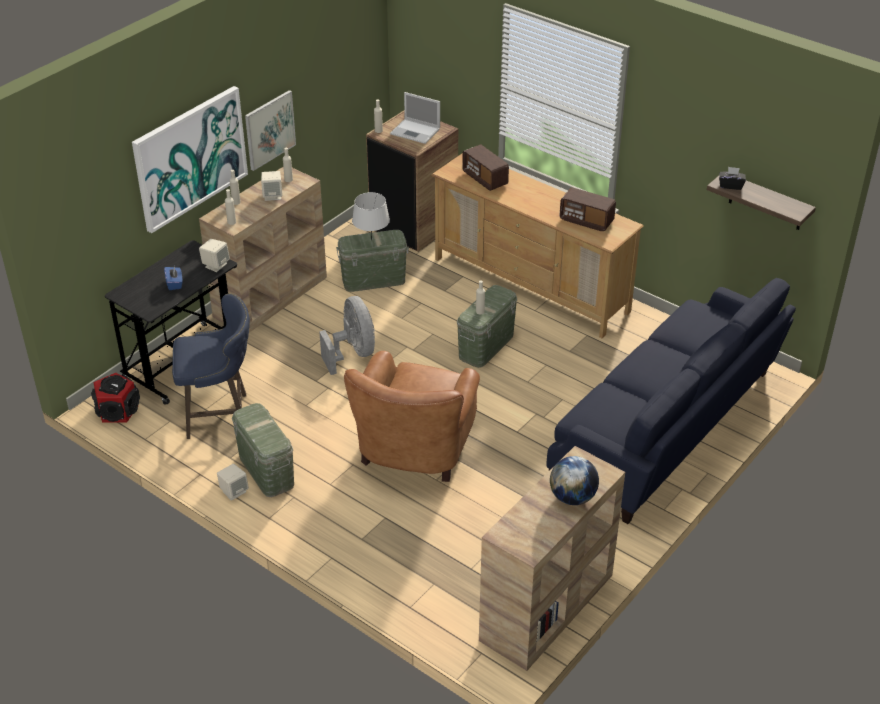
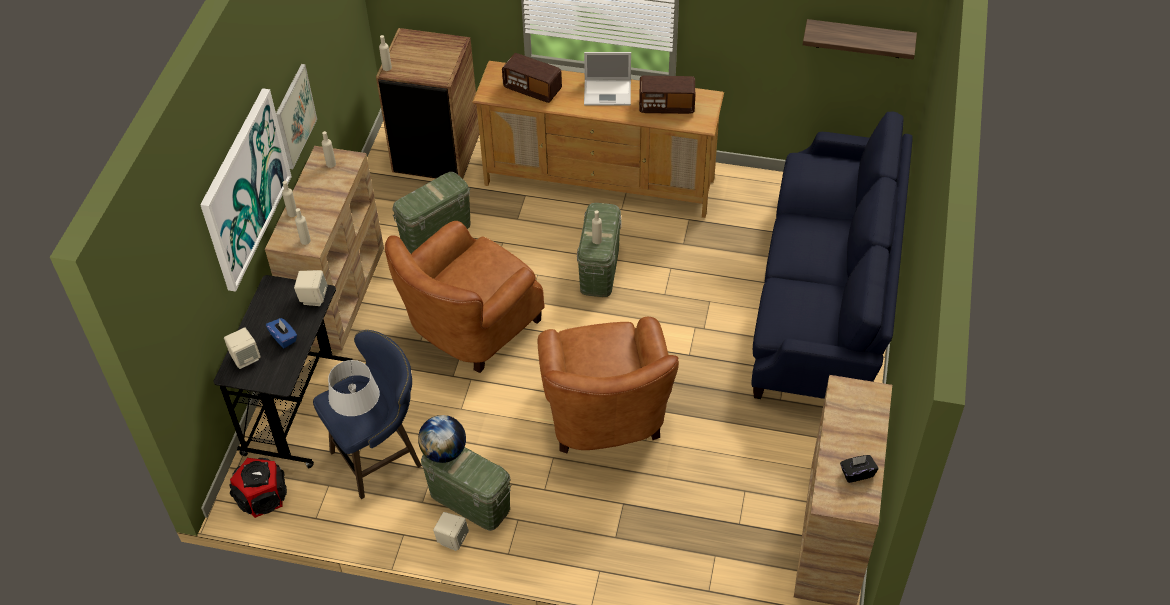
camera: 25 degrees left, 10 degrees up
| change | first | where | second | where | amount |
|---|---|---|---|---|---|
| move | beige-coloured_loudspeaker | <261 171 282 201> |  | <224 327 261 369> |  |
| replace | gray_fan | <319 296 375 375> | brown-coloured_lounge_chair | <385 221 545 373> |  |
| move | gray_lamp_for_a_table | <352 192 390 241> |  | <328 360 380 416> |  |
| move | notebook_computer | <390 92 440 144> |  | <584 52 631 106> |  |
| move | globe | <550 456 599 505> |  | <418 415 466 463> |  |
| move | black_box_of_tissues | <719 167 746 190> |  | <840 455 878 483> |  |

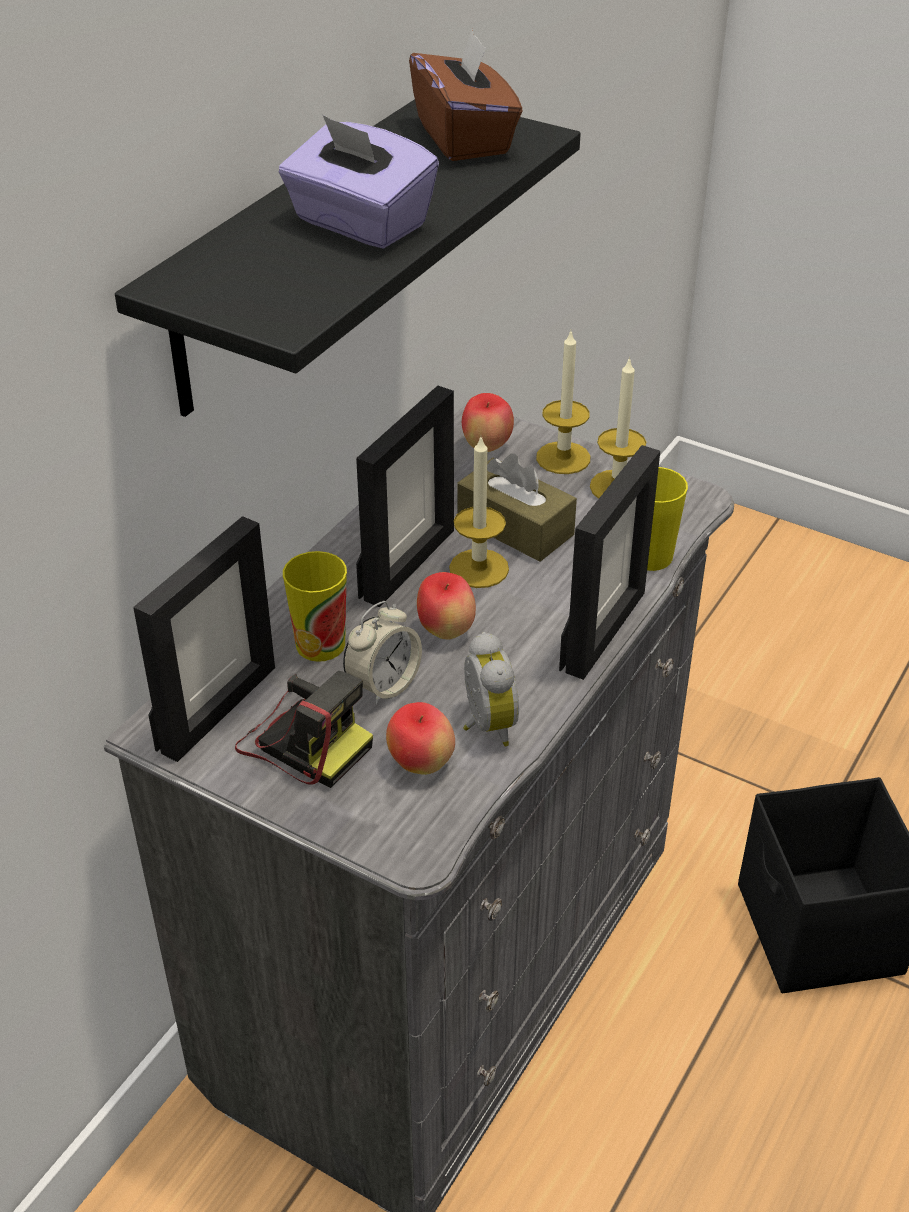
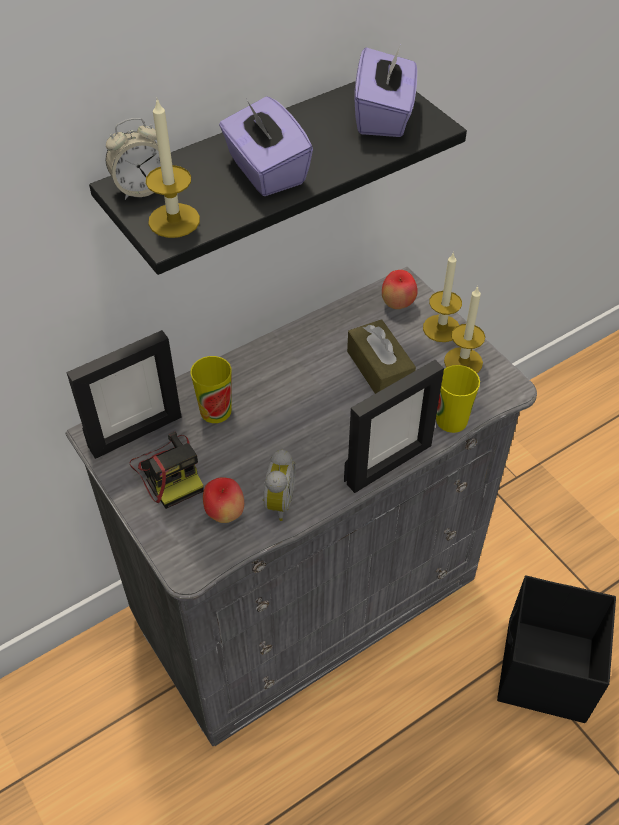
camera: 25 degrees right, 10 degrees up
| change | first | where | second | where | amount |
|---|---|---|---|---|---|
| move | table_clock | <343 601 422 705> |  | <106 118 161 200> |  |
| delete | photo_frame | <356 386 454 607> |  |  |  |
| recolor | brown-coloured_box_of_tissues | <409 30 522 161> | purple_box_of_tissues | <355 47 417 137> |  |
| delete | apple | <417 572 476 640> |  |  |  |
| move | wax_light | <449 437 509 588> |  | <146 99 200 238> |  |

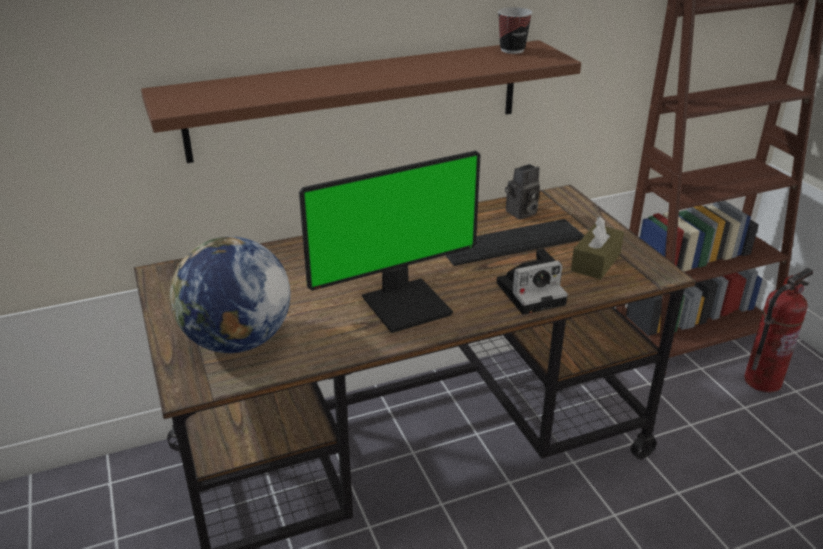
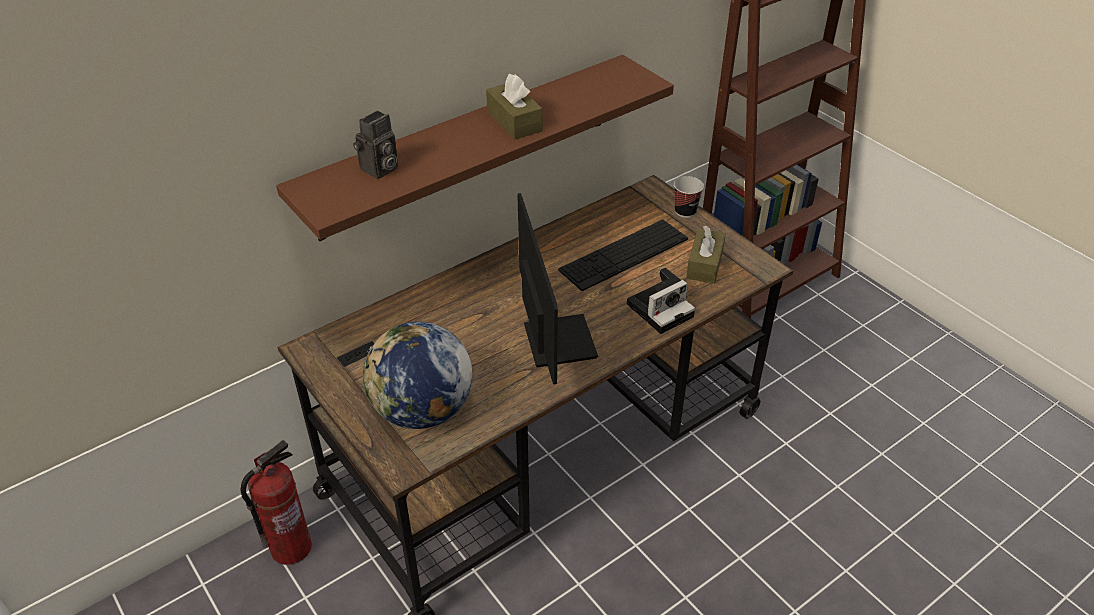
camera: 15 degrees left, 10 degrees up
| change | first | where | second | where | amount |
|---|---|---|---|---|---|
| rotate | computer_display | <299 151 480 333> |  | <517 193 598 384> | 60 degrees counterclockwise |
| move | drinking_cup | <498 7 533 54> |  | <674 176 704 218> |  |
| move | photo_camera | <505 164 540 219> |  | <353 111 398 179> |  |
| move | extinguisher | <744 268 814 393> |  | <241 440 312 565> |  |
| insert |  |  | brown-coloured_box_of_tissues | <486 74 543 140> |  |

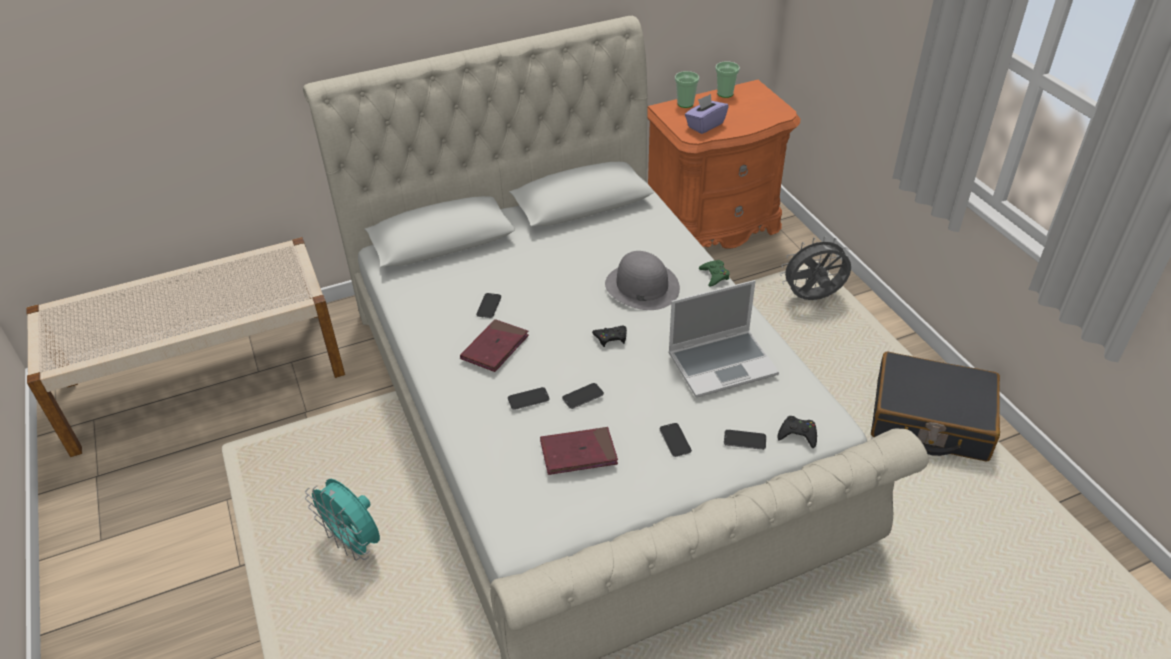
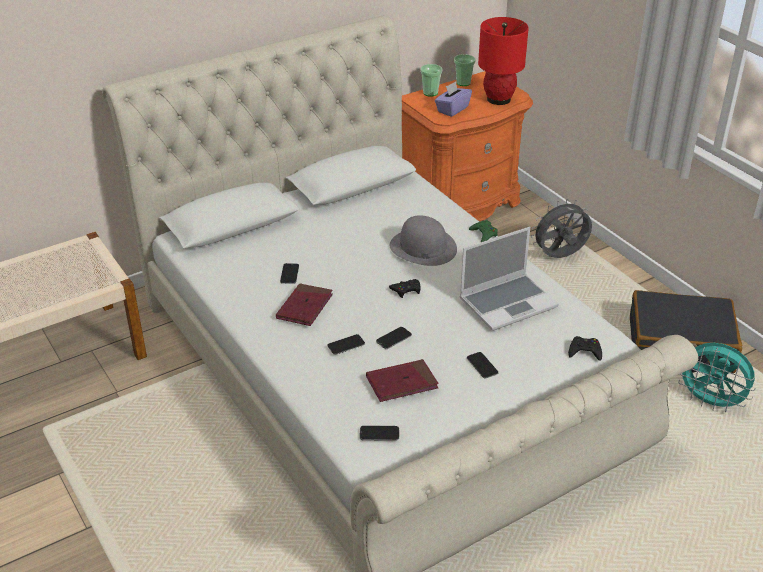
camera: 10 degrees left, 5 degrees down
| change | first | where | second | where | amount |
|---|---|---|---|---|---|
| move | turquoise-coloured_fan | <305 479 380 561> |  | <678 343 756 412> |  |
| move | telephone | <724 430 766 450> |  | <360 426 399 441> |  |
| insert |  |  | red-coloured_lamp_for_a_table | <478 17 529 105> |  |

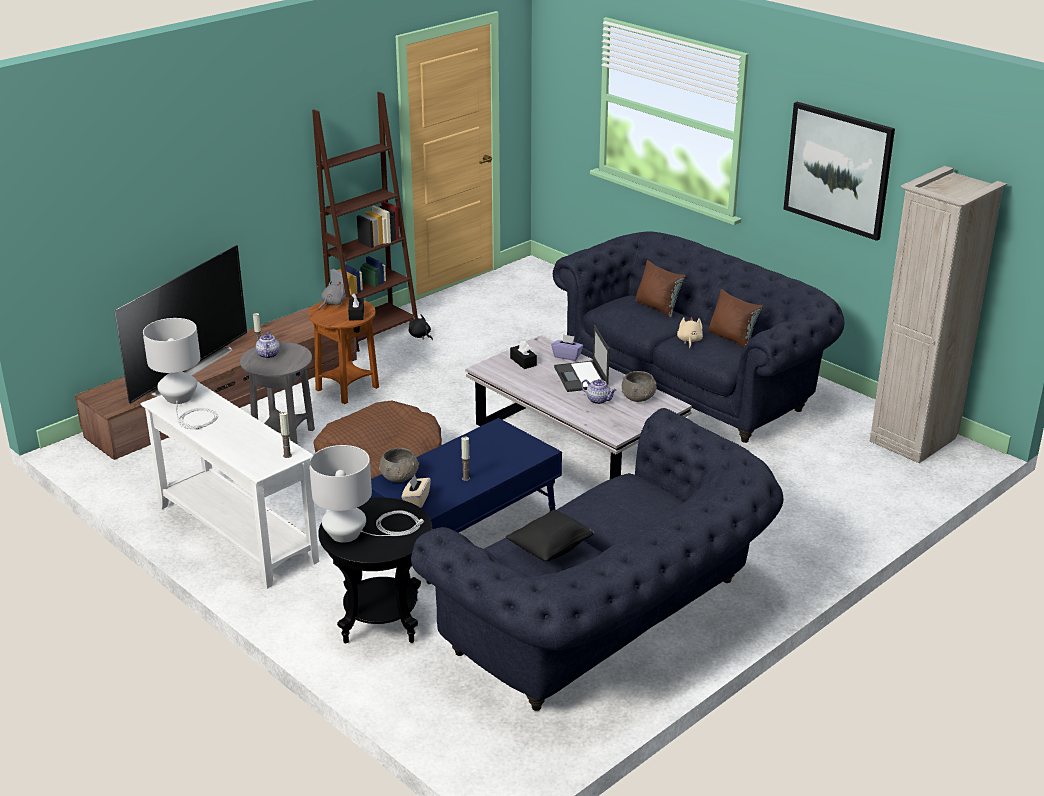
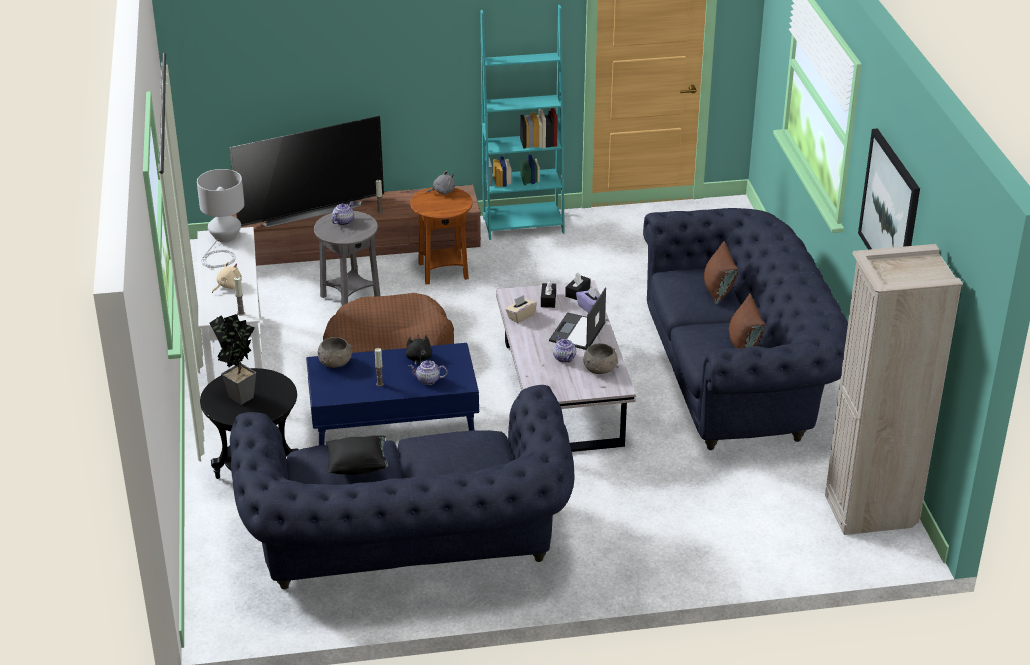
camera: 35 degrees right, 5 degrees up
| change | first | where | second | where | amount |
|---|---|---|---|---|---|
| replace | white-coloured_lamp_for_a_table | <309 445 424 543> | plant_in_a_pot | <209 314 256 405> |  |
| recolor | brown-coloured_shelving_unit | <312 92 418 352> | turquoise-coloured_shelving_unit | <480 5 565 240> |  |
| move | black_box_of_tissues | <348 294 364 321> |  | <565 273 591 300> |  |
| move | beige-coloured_box_of_tissues | <401 475 431 508> |  | <505 295 537 323> |  |
| move | black_cuddly_toy | <409 314 433 341> |  | <406 334 432 365> |  |
| move | beige-coloured_cuddly_toy | <677 317 703 348> |  | <212 262 242 293> |  |
| insert |  |  | teapot | <408 360 447 385> |  |

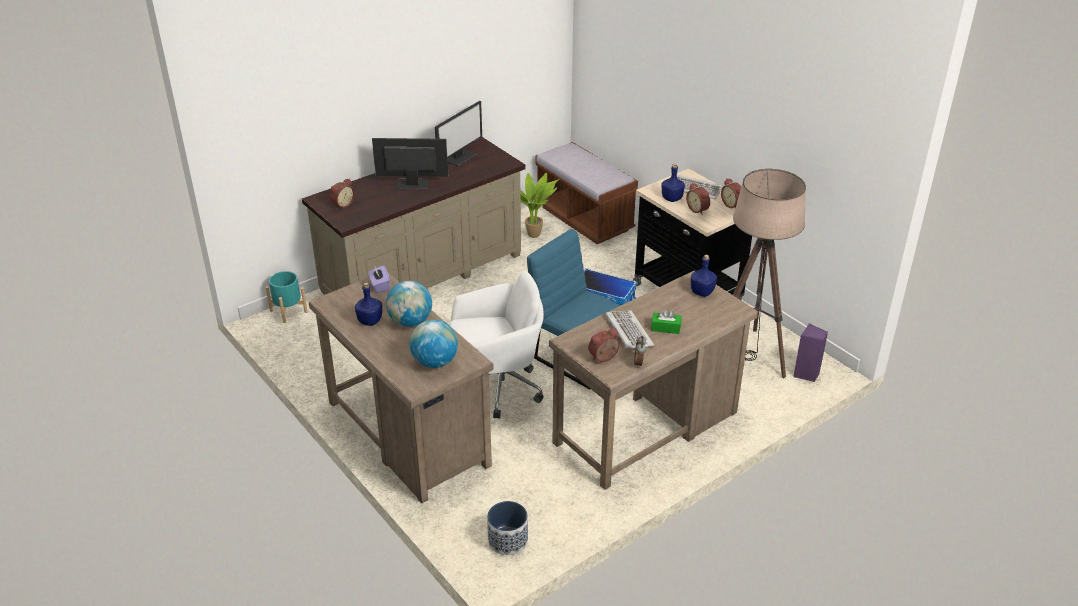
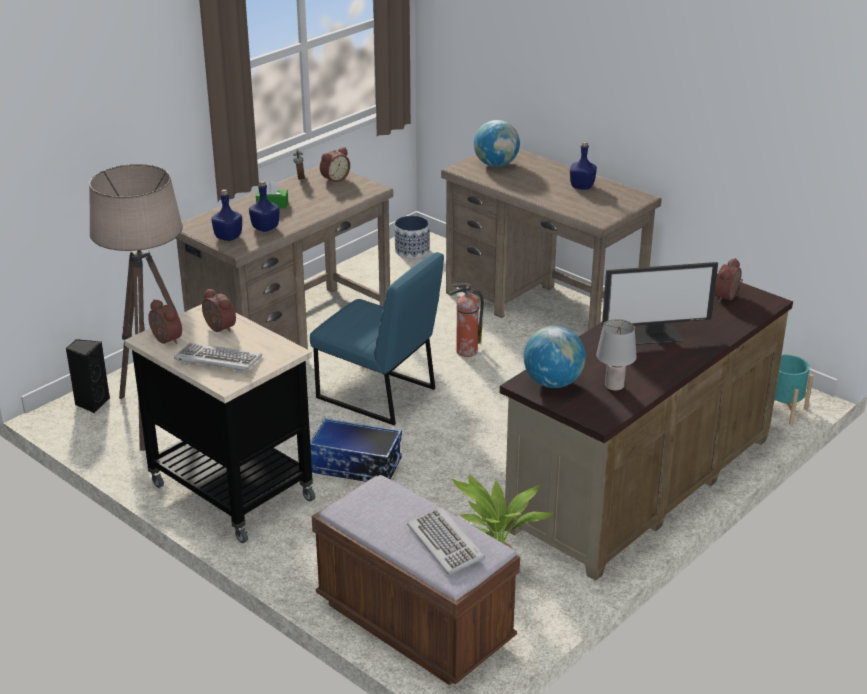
camera: 170 degrees right, 5 degrees down
| change | first | where | second | where | amount |
|---|---|---|---|---|---|
| delete | purple_box_of_tissues | <368 265 390 293> |  |  |  |
| move | globe | <386 281 432 327> |  | <524 326 586 388> |  |
| replace | computer_display | <435 101 482 166> | gray_lamp_for_a_table | <596 319 636 392> |  |
| replace | white-coloured_desk_chair | <450 270 544 419> | extinguisher | <449 283 484 357> |  |
| move | computer_keyboard | <606 310 654 349> |  | <407 507 485 574> |  |
| move | bluish_bottle | <661 164 685 202> |  | <249 181 280 232> |  |
| recolor | purple_loudspeaker | <793 324 828 382> | black_loudspeaker | <66 339 110 413> |  |

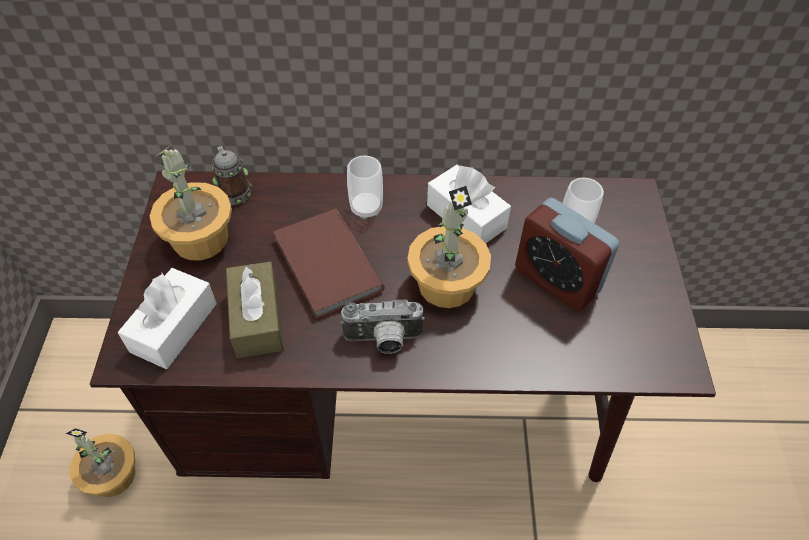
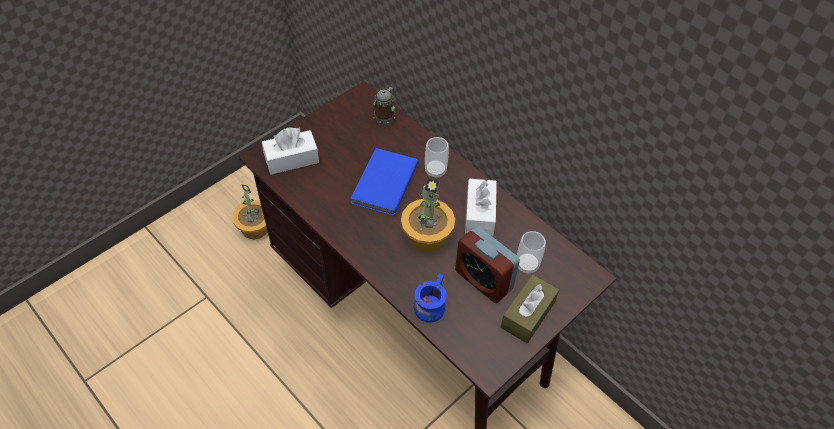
camera: 45 degrees right, 0 degrees up
| change | first | where | second | where | amount |
|---|---|---|---|---|---|
| delete | plant_in_a_pot | <150 145 232 260> |  |  |  |
| move | brown-coloured_box_of_tissues | <226 261 284 358> |  | <501 275 559 343> |  |
| recolor | brown-coloured_volume | <273 209 384 319> | bluish_volume | <350 148 418 216> |  |
| delete | photo_camera | <340 300 425 354> |  |  |  |
| rotate | table_clock | <515 198 619 312> |  | <455 226 520 303> | 45 degrees counterclockwise |
| insert |  |  | bluish_mug | <414 273 447 323> |  |

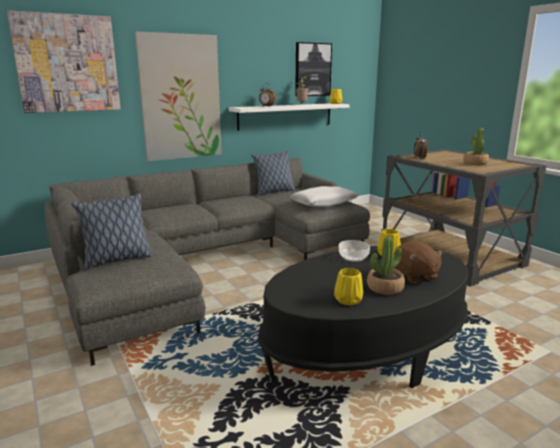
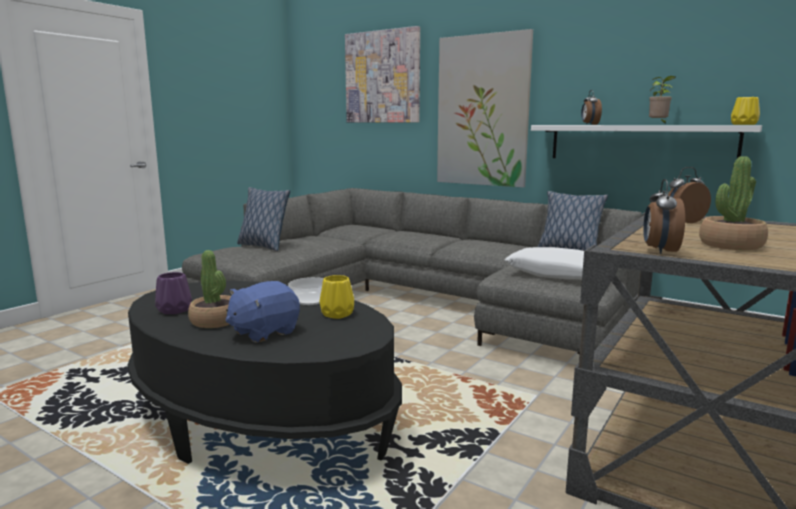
camera: 65 degrees right, 5 degrees down
| change | first | where | second | where | amount |
|---|---|---|---|---|---|
| delete | picture | <295 42 332 96> |  |  |  |
| recolor | yellow-coloured_decorative_vase | <334 268 363 306> | purple_decorative_vase | <155 272 192 314> |  |
| recolor | brown-coloured_cuddly_toy | <394 240 444 283> | bluish_cuddly_toy | <225 281 300 343> |  |
| insert |  |  | table_clock | <643 179 685 254> |  |

